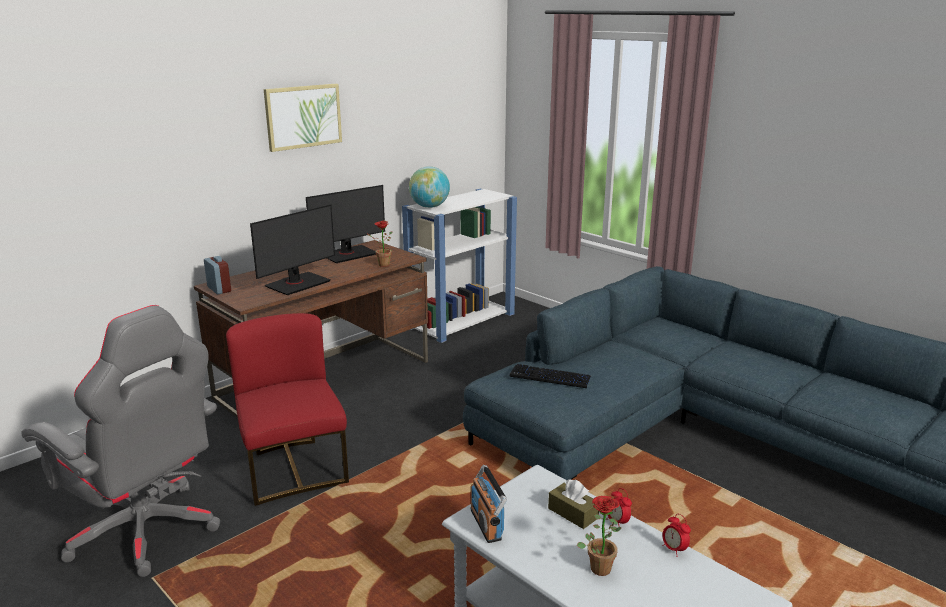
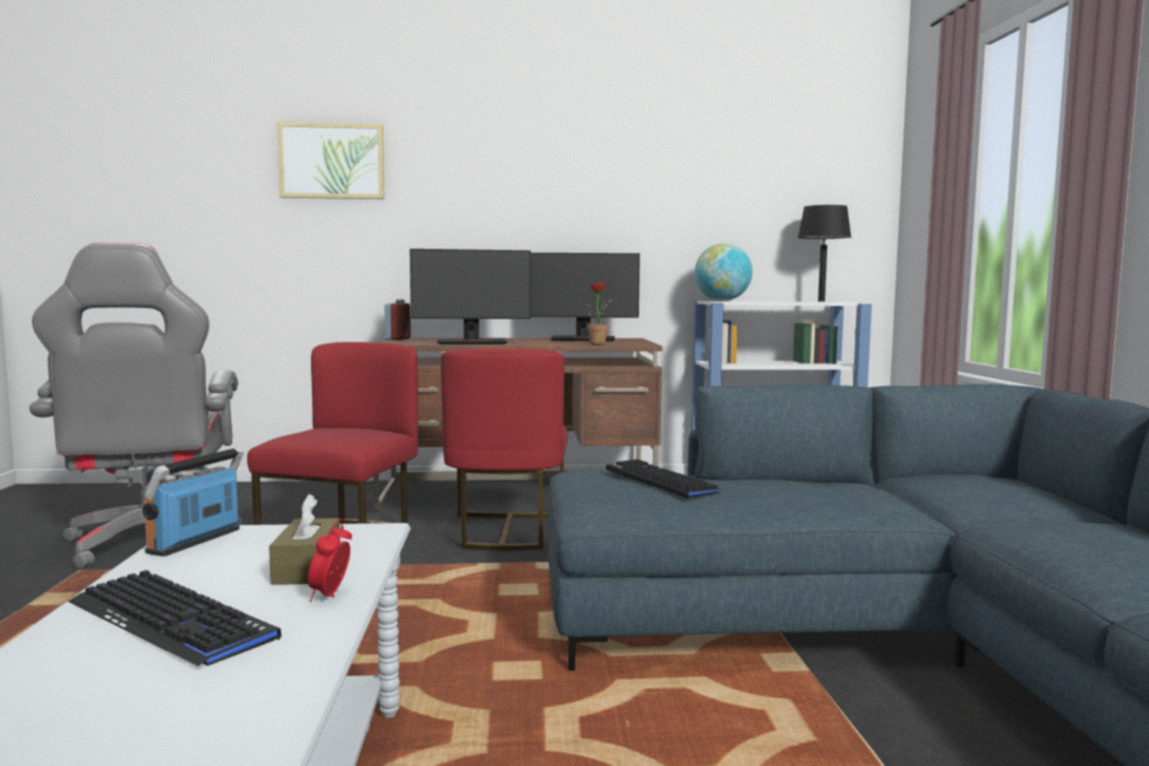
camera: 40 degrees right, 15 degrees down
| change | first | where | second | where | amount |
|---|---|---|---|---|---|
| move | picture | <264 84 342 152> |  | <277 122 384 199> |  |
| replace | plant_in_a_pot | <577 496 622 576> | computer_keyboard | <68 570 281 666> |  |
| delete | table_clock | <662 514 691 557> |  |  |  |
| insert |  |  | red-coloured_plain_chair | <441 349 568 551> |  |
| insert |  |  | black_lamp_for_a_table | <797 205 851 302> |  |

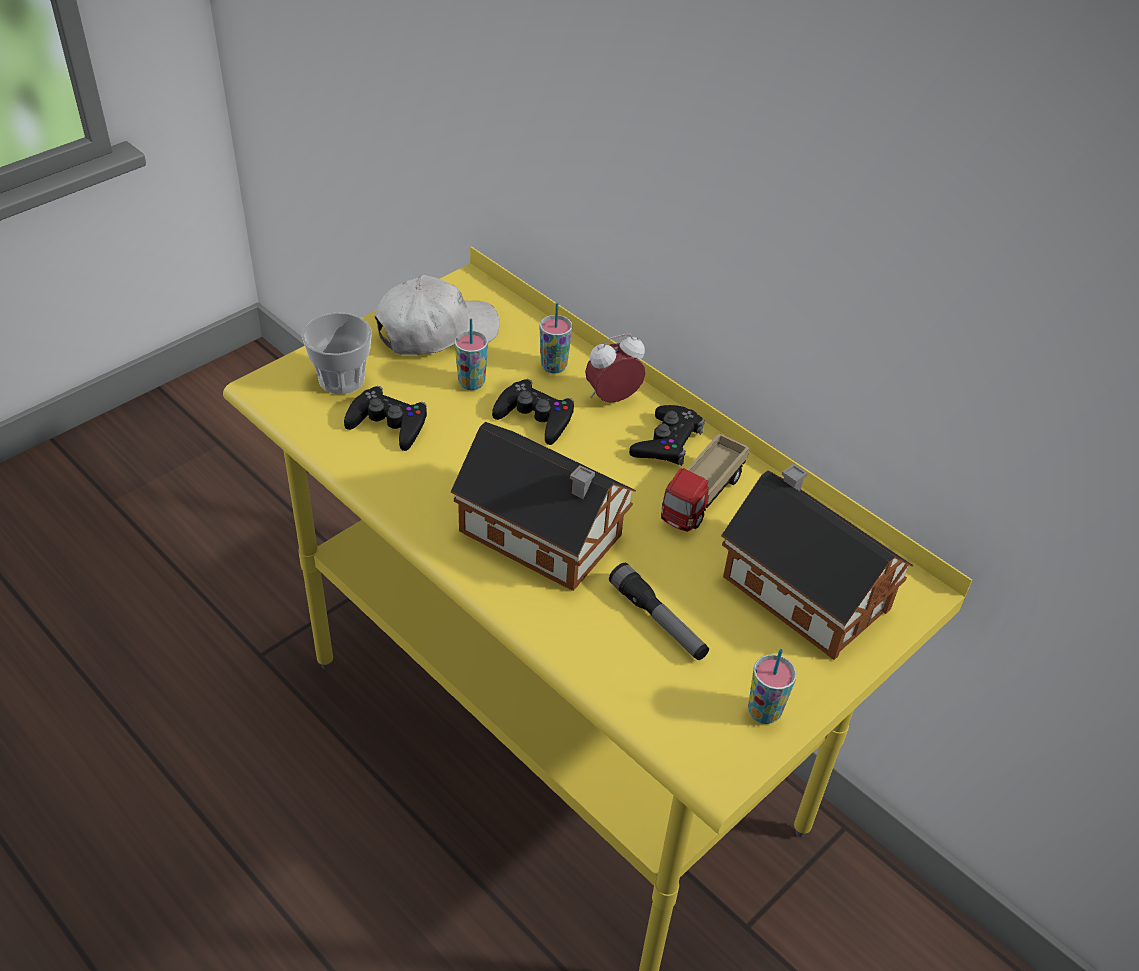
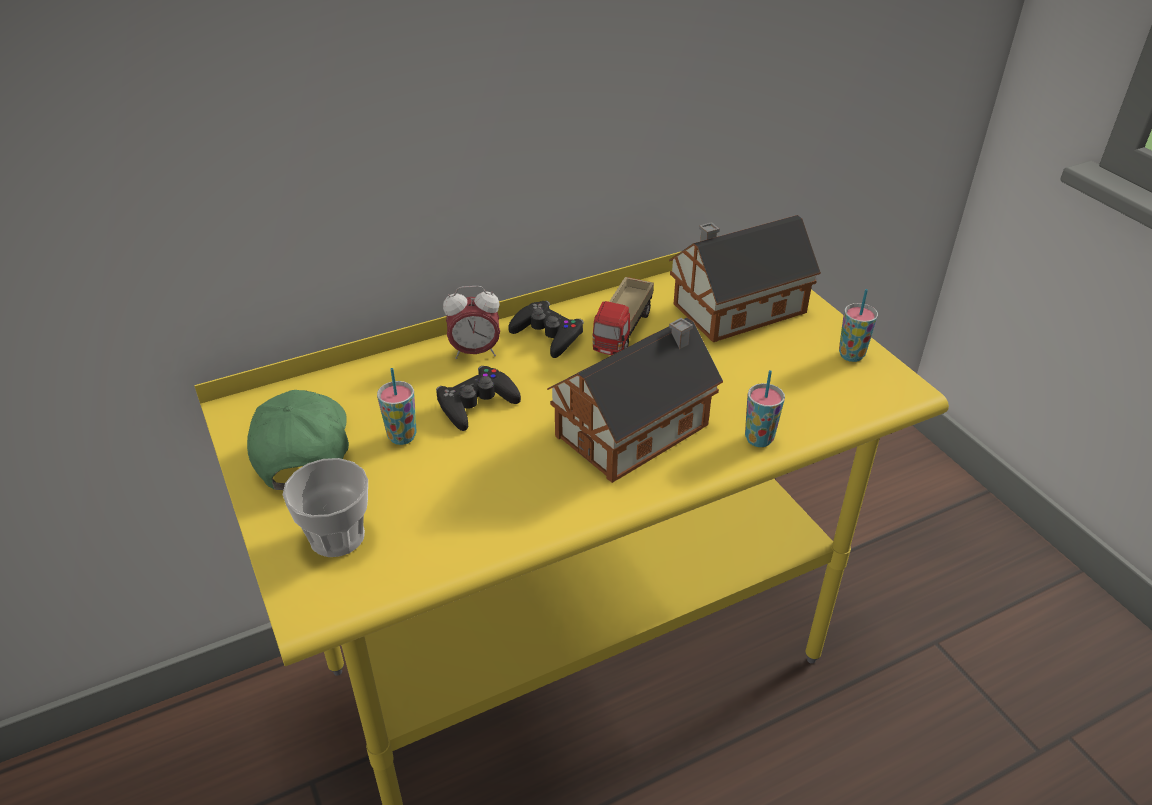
camera: 70 degrees left, 5 degrees down
| change | first | where | second | where | amount |
|---|---|---|---|---|---|
| delete | black_gamepad | <344 386 427 451> |  |  |  |
| recolor | white-coloured_cap | <375 275 500 355> | greenish_cap | <247 390 349 490> |  |
| move | drinking_cup | <540 303 573 374> |  | <745 370 785 447> |  |
| rotate | table_clock | <585 333 645 403> |  | <443 286 500 359> | 90 degrees counterclockwise |
| delete | torch | <609 563 709 660> |  |  |  |
| rotate | toy_truck | <661 433 750 532> |  | <593 277 654 355> | 60 degrees clockwise |

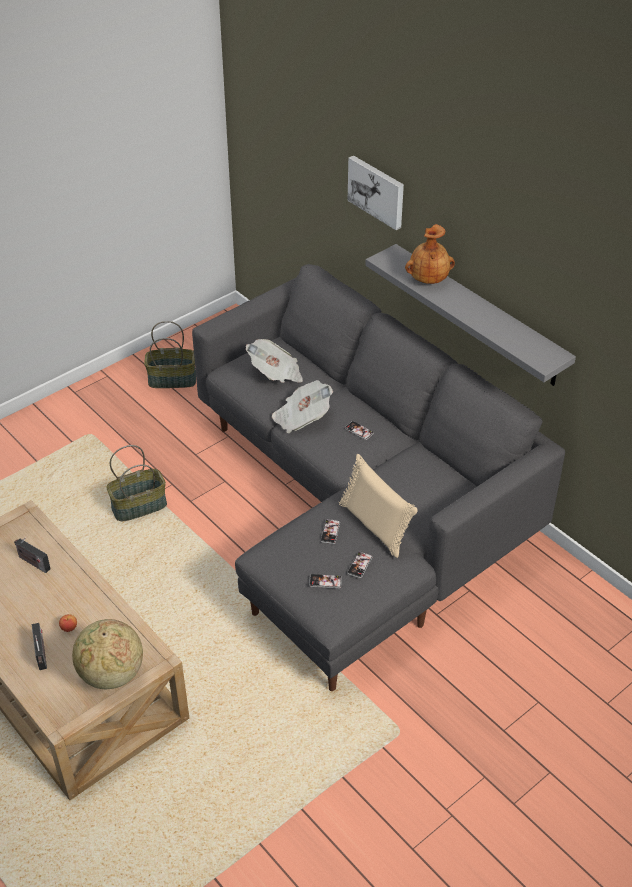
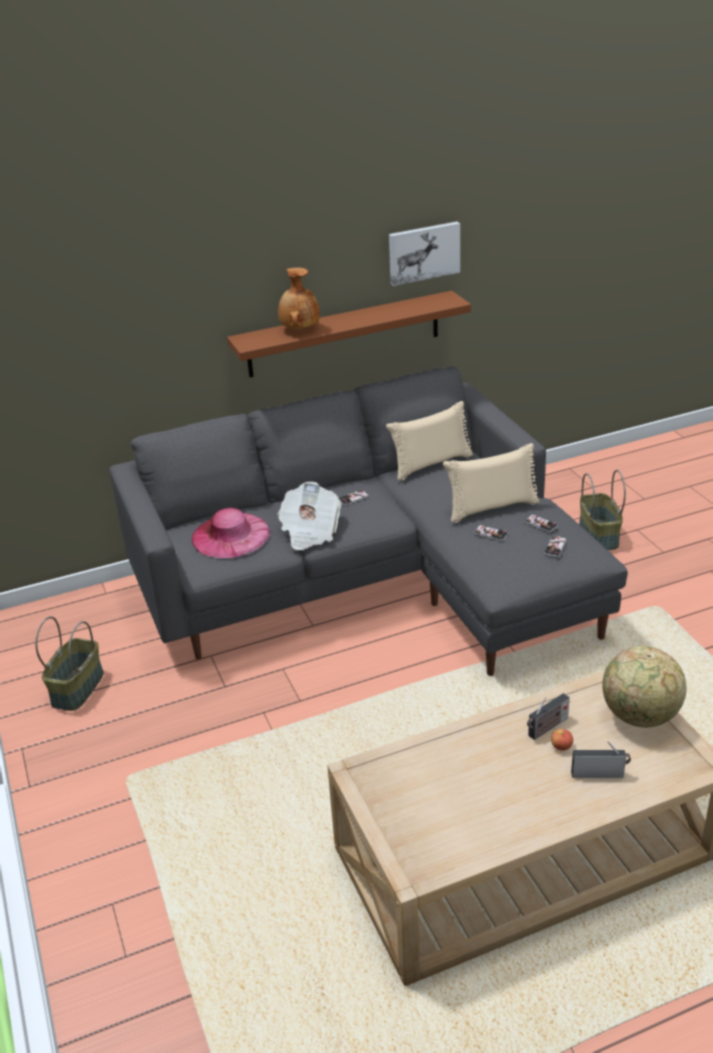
camera: 70 degrees left, 10 degrees down
| change | first | where | second | where | amount |
|---|---|---|---|---|---|
| move | radio_set | <14 538 51 573> |  | <527 693 570 740> |  |
| move | household_basket | <106 445 167 521> |  | <579 470 626 550> |  |
| replace | printed_paper | <246 339 303 383> | pink_wearable_hat | <192 508 270 558> |  |
| move | picture | <348 156 404 230> |  | <389 222 460 286> |  |
| recolor | gray_wall_shelf | <365 244 576 386> | brown-coloured_wall_shelf | <227 291 471 377> |  |
| insert |  |  | beige-coloured_cushion | <386 401 473 481> |  |

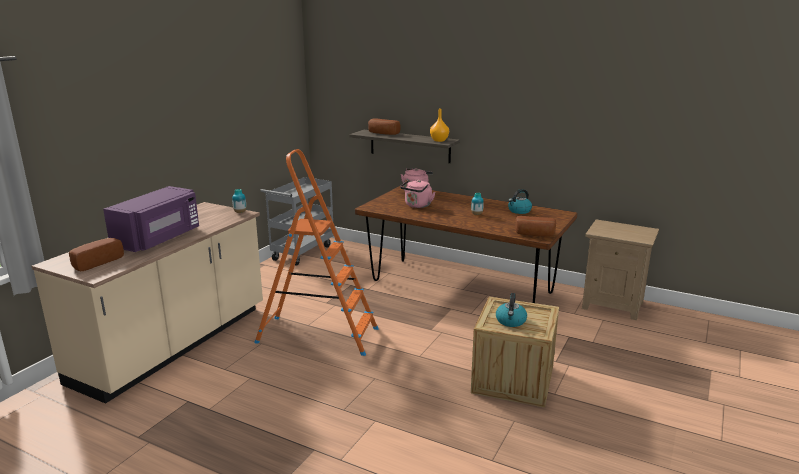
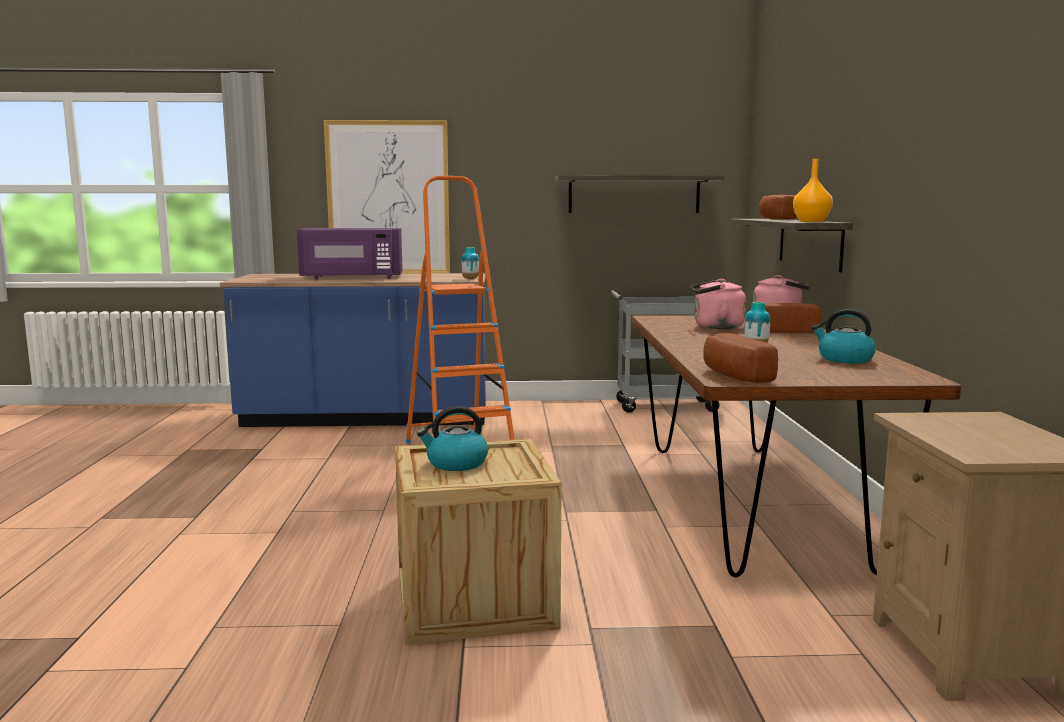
camera: 60 degrees right, 10 degrees down
| change | first | where | second | where | amount |
|---|---|---|---|---|---|
| recolor | beige-coloured_counter | <31 202 263 404> | bluish_counter | <220 273 486 427> |  |
| move | baked_bread | <69 238 124 271> |  | <765 303 821 333> |  |
| insert |  |  | picture | <324 120 450 273> |  |
| insert |  |  | wall_shelf | <555 175 724 213> |  |

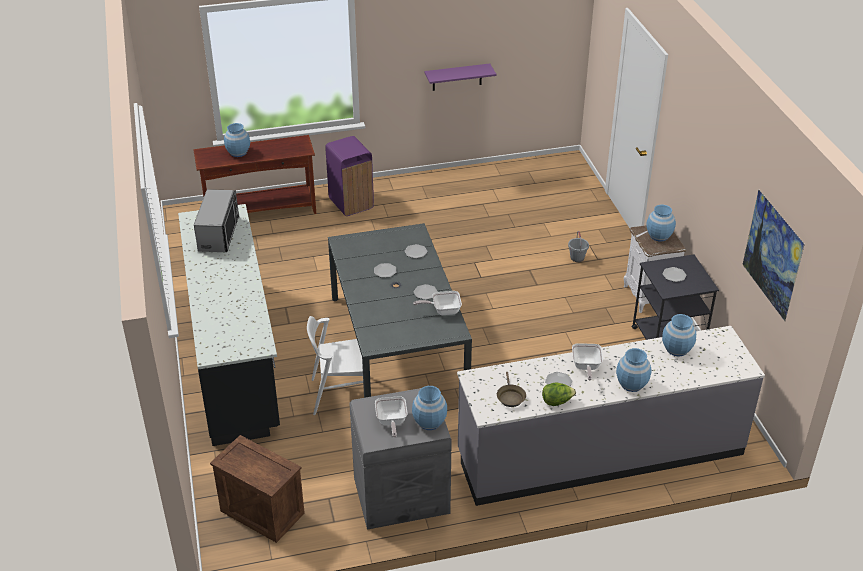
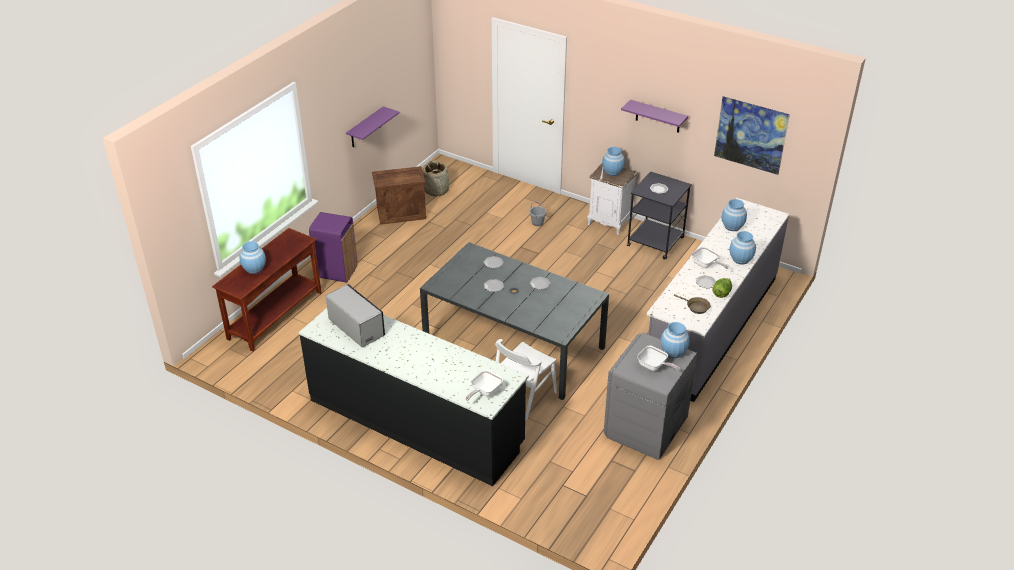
camera: 45 degrees left, 0 degrees up
| change | first | where | second | where | amount |
|---|---|---|---|---|---|
| move | packing_crate | <210 435 305 543> |  | <372 166 426 225> |  |
| move | pan | <413 291 462 315> |  | <465 370 503 401> |  |
| insert |  |  | household_basket | <423 160 449 197> |  |
| insert |  |  | purple_wall_shelf | <621 100 688 133> |  |

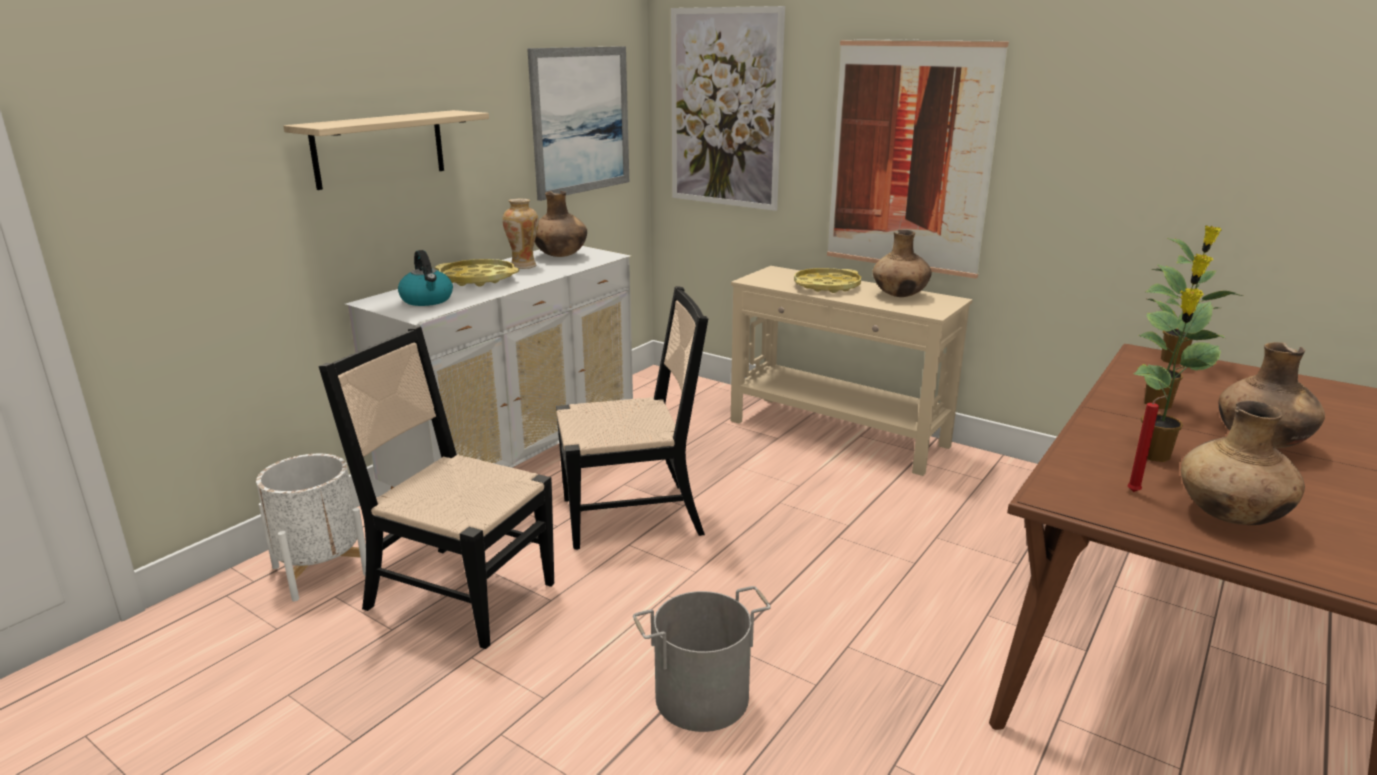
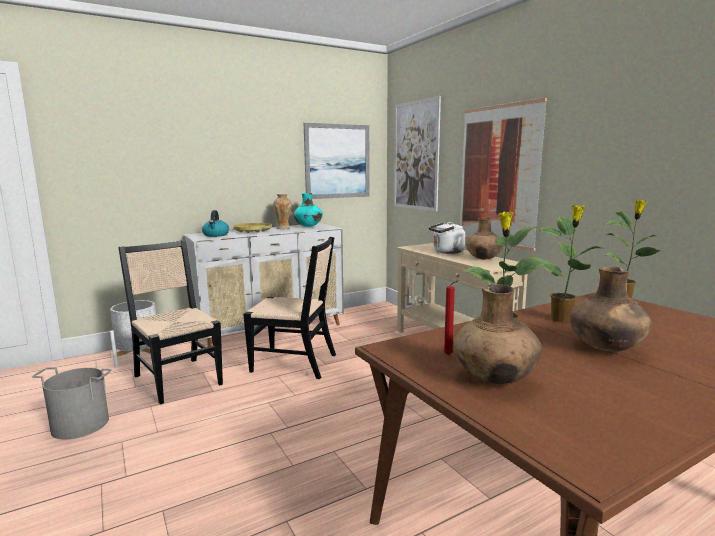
camera: 25 degrees right, 10 degrees down
| change | first | where | second | where | amount |
|---|---|---|---|---|---|
| delete | wall_shelf | <283 110 489 190> |  |  |  |
| recolor | brown-coloured_decorative_vase | <534 191 587 257> | turquoise-coloured_decorative_vase | <294 193 323 227> |  |
| move | gray_water_bucket | <633 586 771 732> |  | <32 367 112 440> |  |
| replace | yellow-coloured_serving_tray | <794 268 861 293> | white-coloured_tea_kettle | <429 222 465 254> |  |

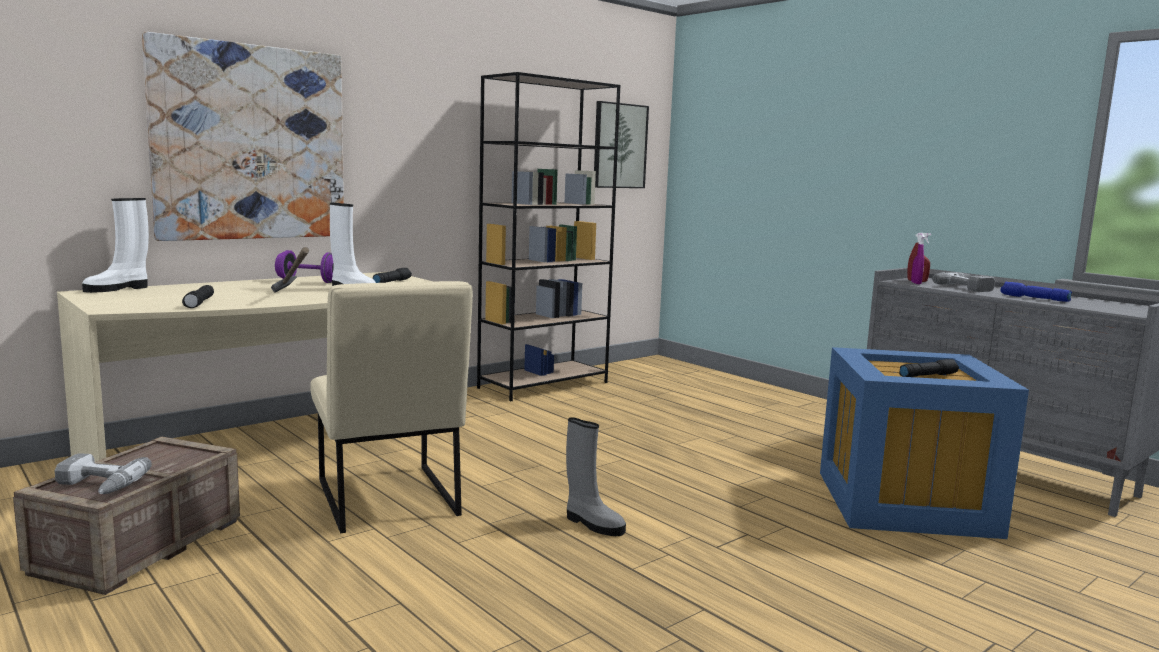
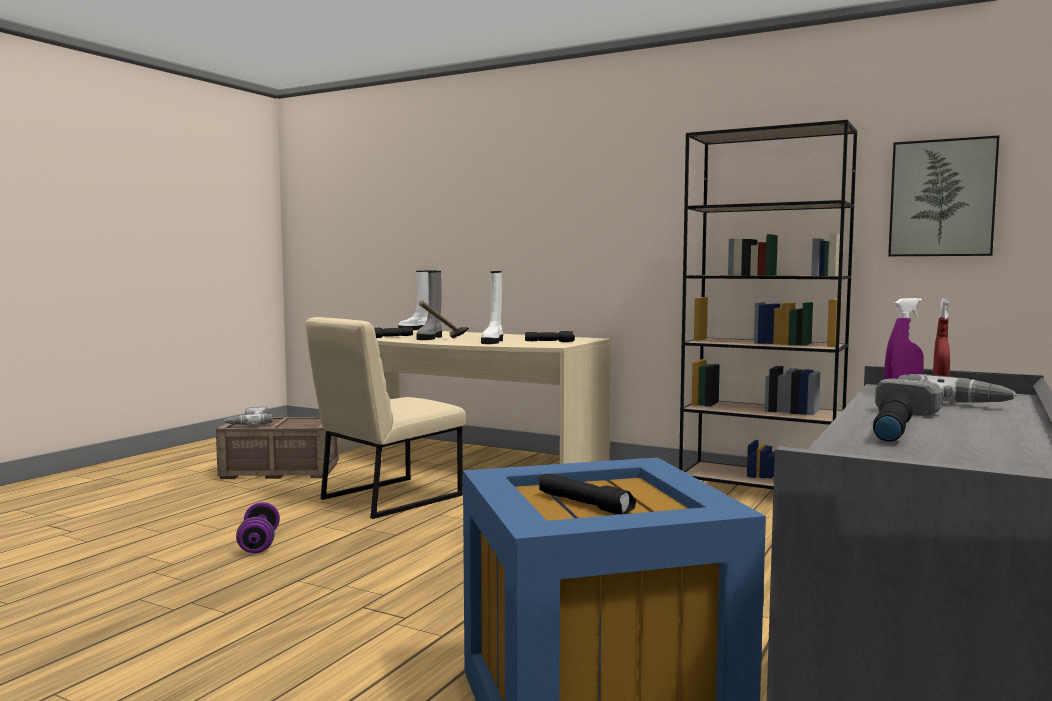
camera: 70 degrees right, 5 degrees down
| change | first | where | second | where | amount |
|---|---|---|---|---|---|
| delete | picture | <142 32 344 241> |  |  |  |
| move | purple_dumbbell | <275 250 334 283> |  | <236 502 280 553> |  |
| move | gray_boot | <566 417 626 536> |  | <416 271 442 340> |  |
| recolor | bluish_torch | <1001 282 1072 302> | black_torch | <873 392 914 441> |  |

